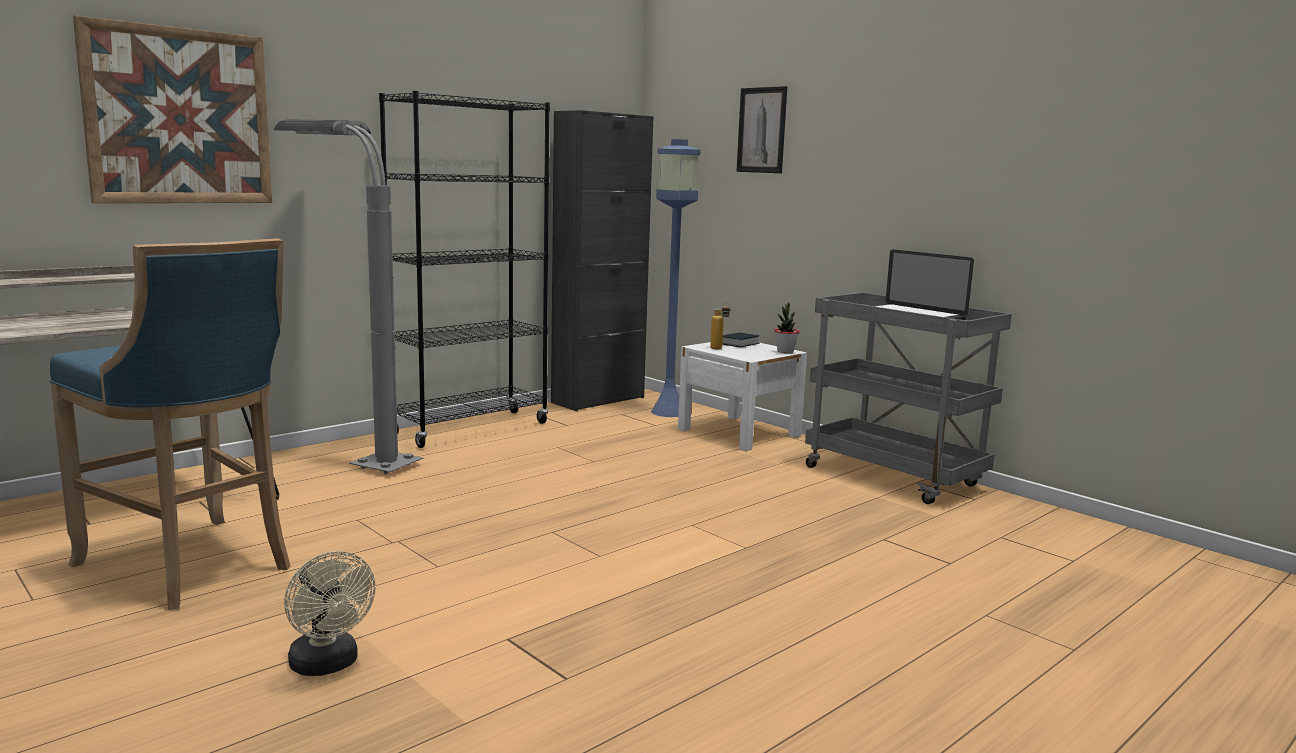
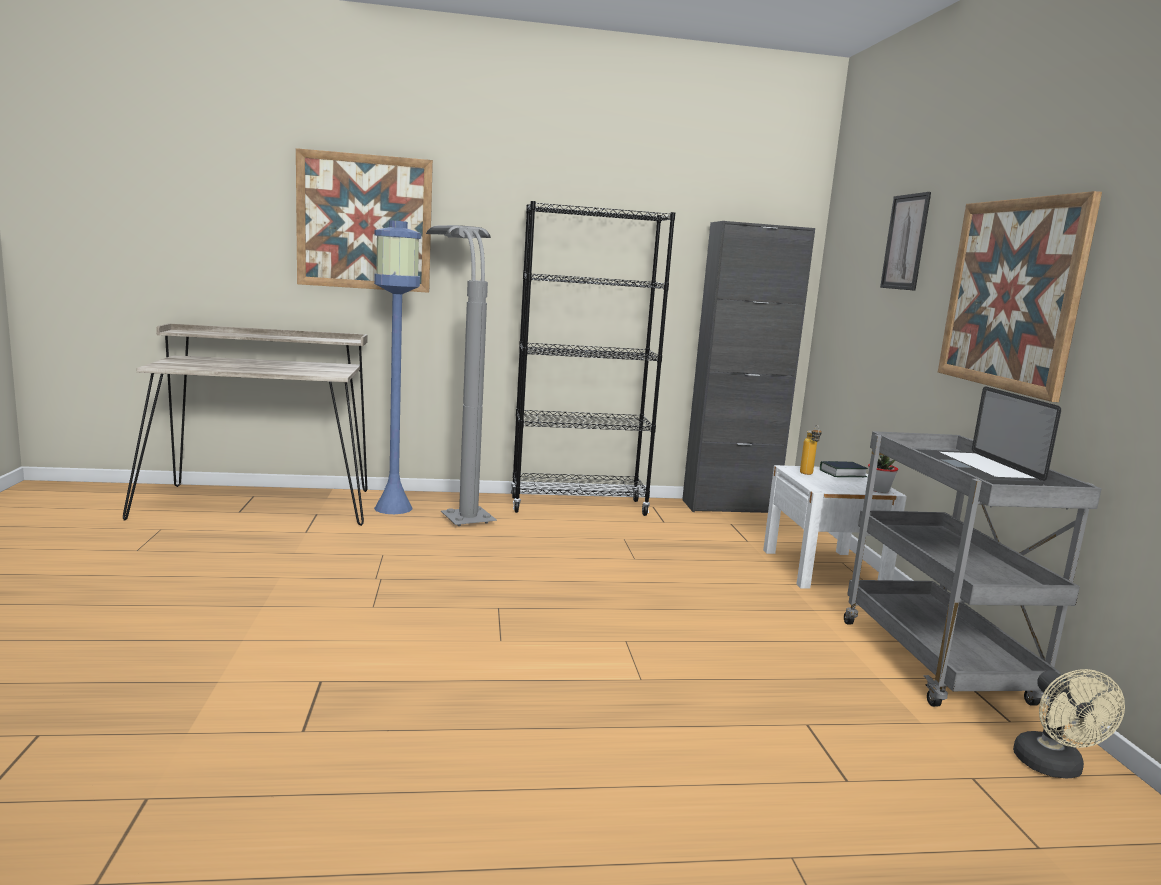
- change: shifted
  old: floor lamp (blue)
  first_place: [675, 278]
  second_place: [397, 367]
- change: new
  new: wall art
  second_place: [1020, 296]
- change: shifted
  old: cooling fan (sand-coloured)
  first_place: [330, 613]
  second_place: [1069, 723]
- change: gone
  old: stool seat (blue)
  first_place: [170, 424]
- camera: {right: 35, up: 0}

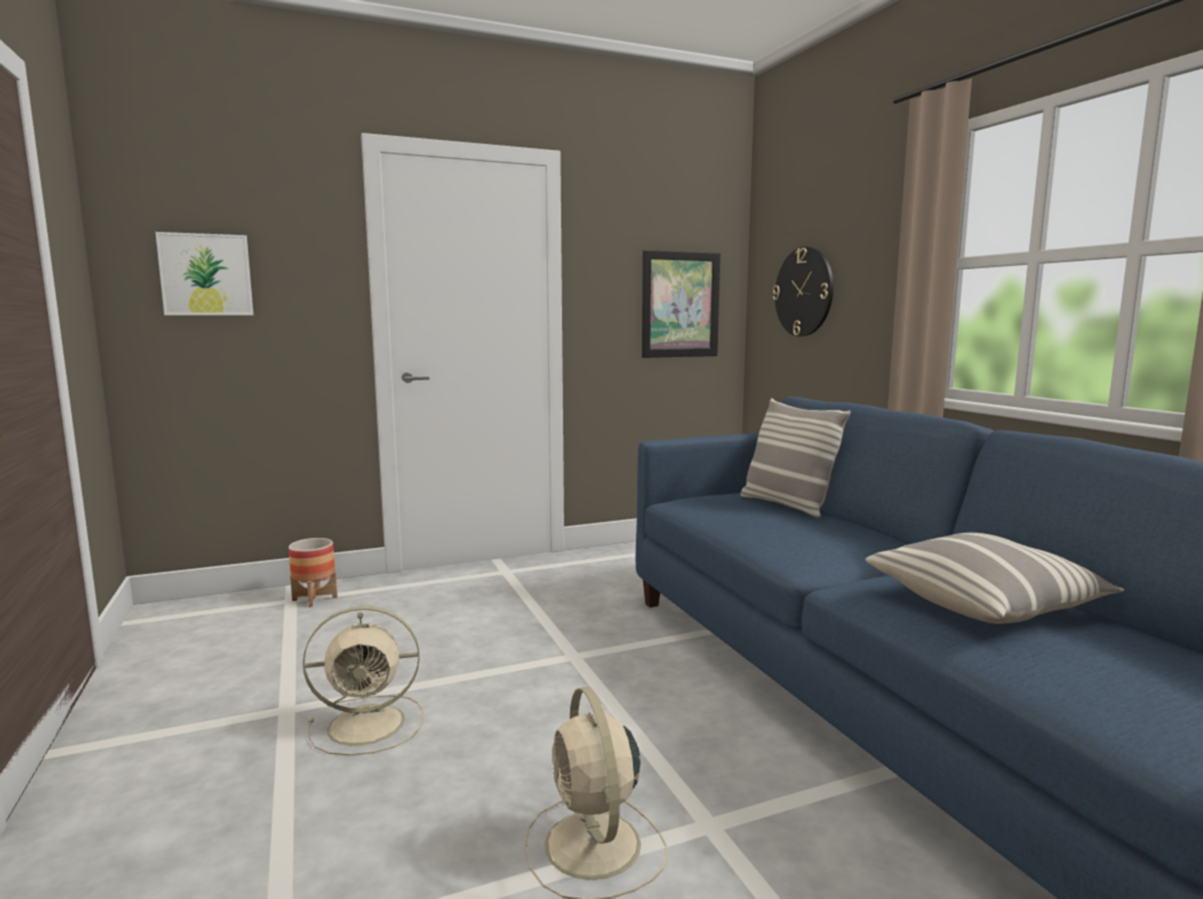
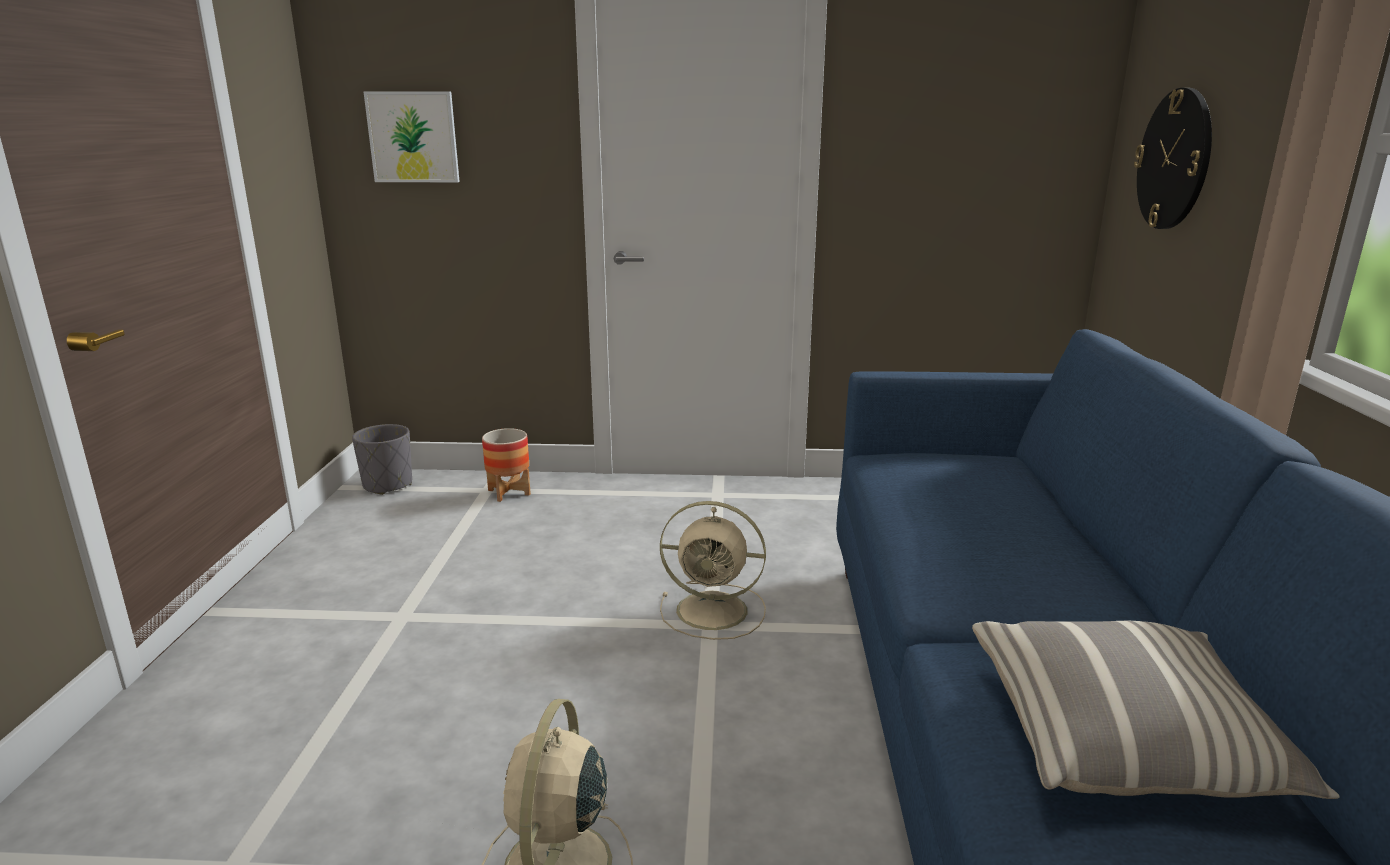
- change: new
  new: planter (grey)
  second_place: [382, 459]
- change: shifted
  old: cooling fan (sand-coloured)
  first_place: [363, 681]
  second_place: [713, 570]
- change: gone
  old: wall art
  first_place: [681, 304]
- change: gone
  old: cushion
  first_place: [795, 458]
- camera: {right: 25, up: 10}

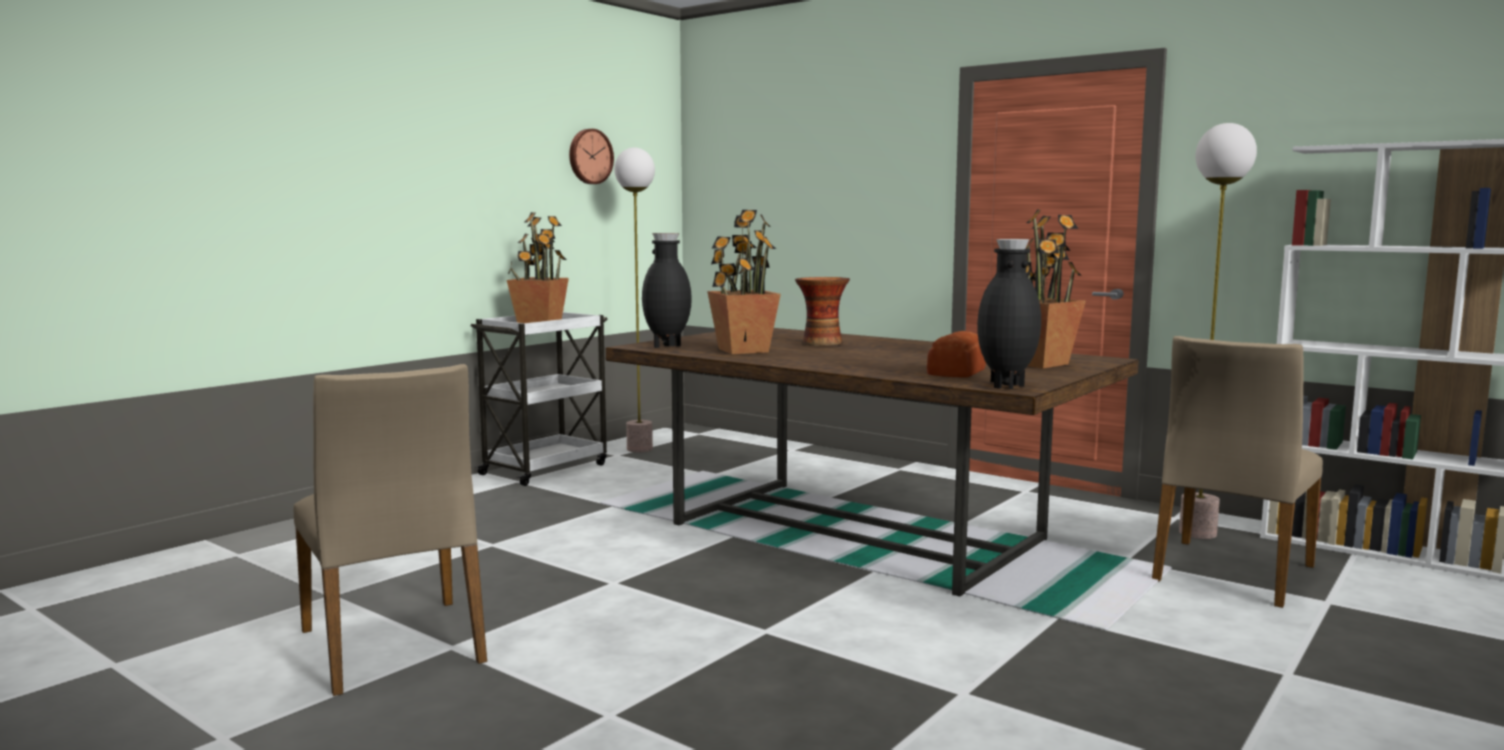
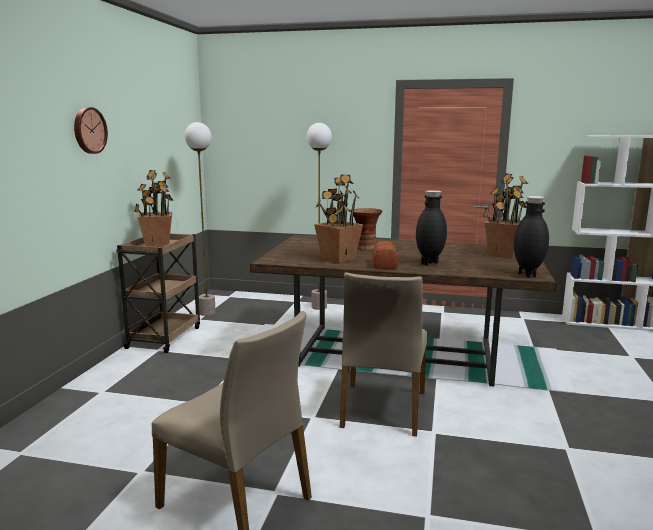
- change: shifted
  old: hanging clock
  first_place: [591, 156]
  second_place: [91, 130]
- change: repainted
  old: cart (white)
  new: cart (brownish)
  first_place: [539, 399]
  second_place: [158, 293]
- change: shifted
  old: floor lamp
  first_place: [1218, 331]
  second_place: [319, 216]
- change: shifted
  old: plain chair (sand-coloured)
  first_place: [1237, 472]
  second_place: [383, 354]
- change: shifted
  old: bread
  first_place: [956, 354]
  second_place: [385, 255]
- change: shifted
  old: vase (black)
  first_place: [667, 290]
  second_place: [431, 227]
- camera: {right: -25, up: 5}

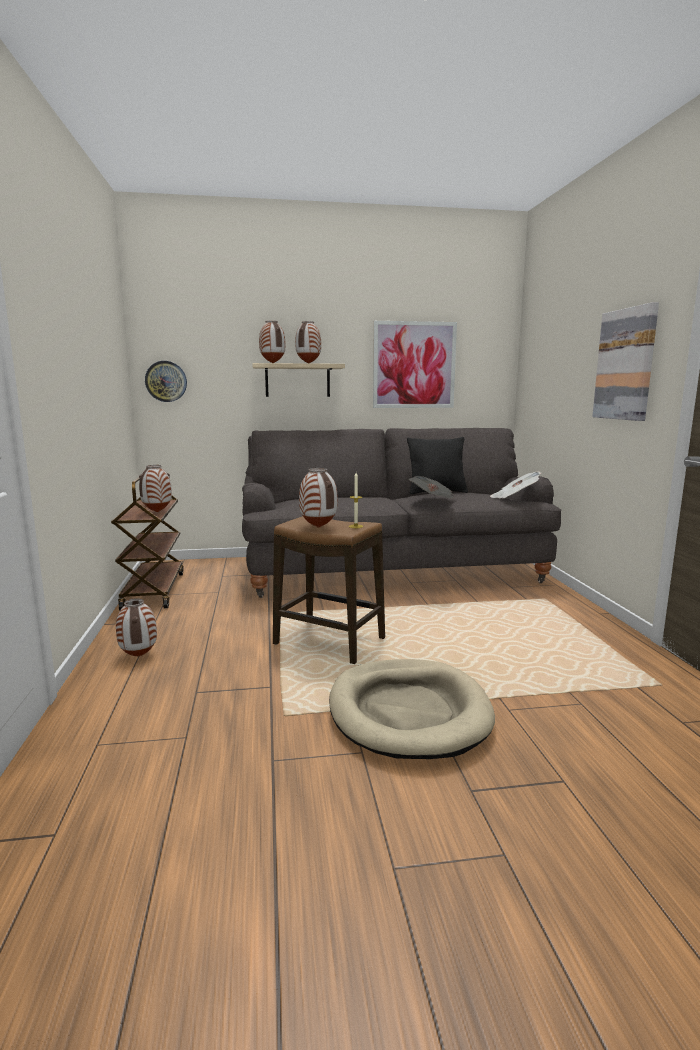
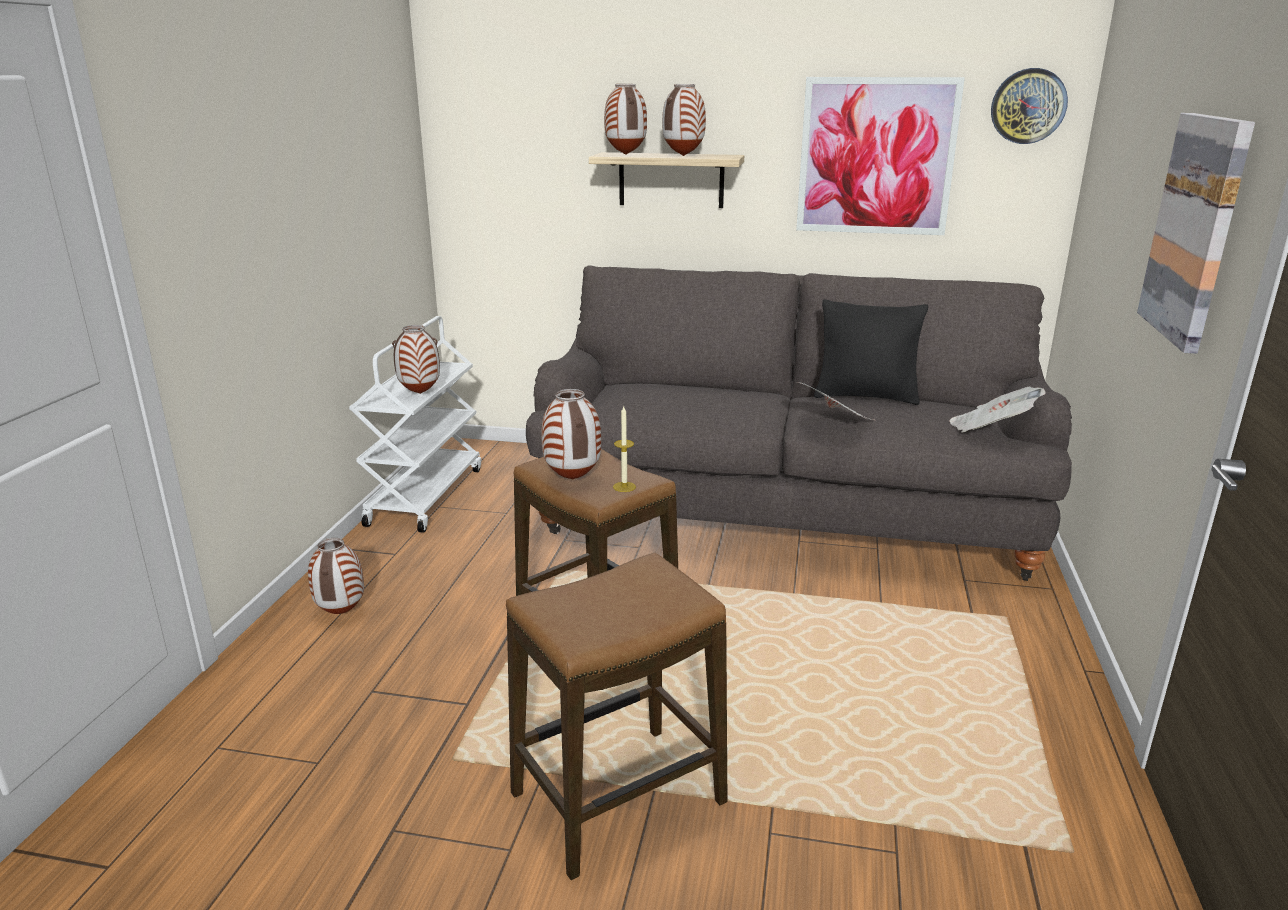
- change: repainted
  old: cart (brownish)
  new: cart (white)
  first_place: [147, 543]
  second_place: [415, 424]
- change: swapped
  old: pet bed (sand-coloured)
  new: stool seat
  first_place: [412, 709]
  second_place: [616, 716]
- change: shifted
  old: hanging clock
  first_place: [166, 381]
  second_place: [1029, 106]
- camera: {right: 20, up: 10}

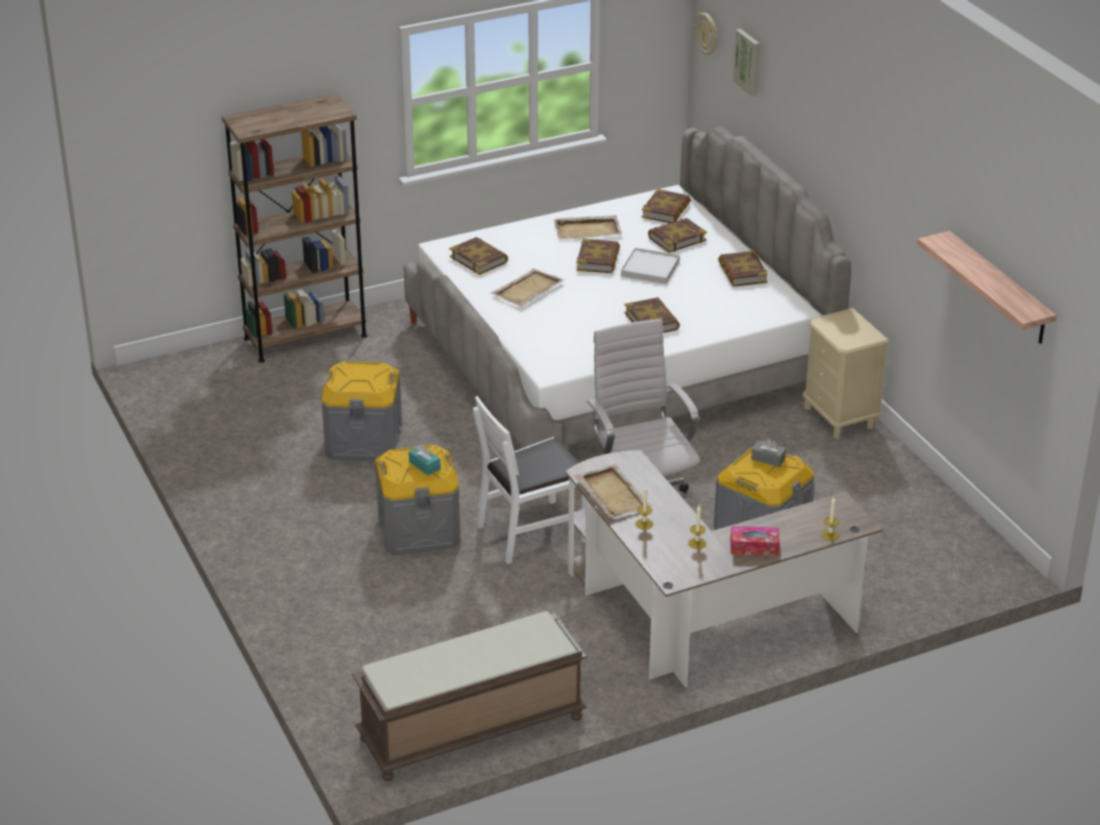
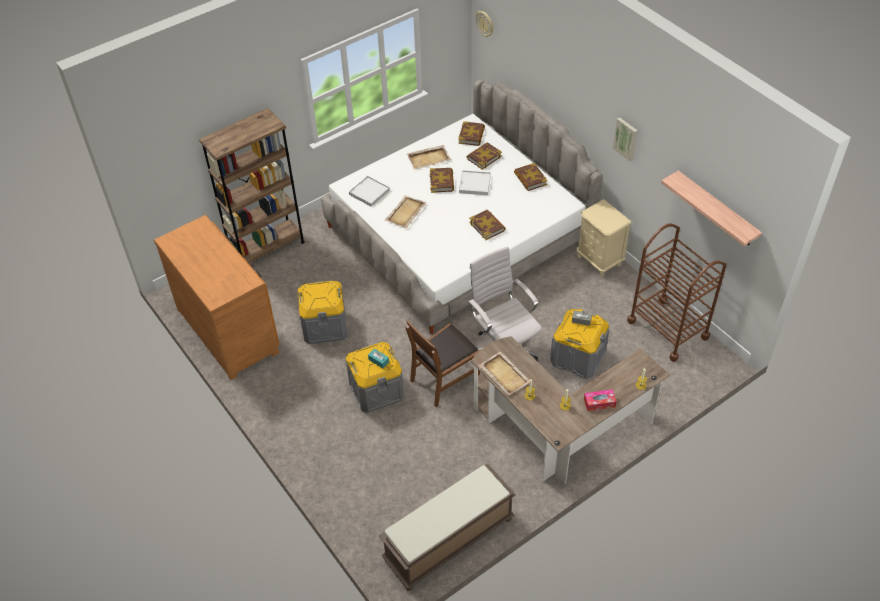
- change: new
  new: chest of drawers (brownish)
  second_place: [216, 297]
- change: swapped
  old: book
  new: carrying tray (white)
  first_place: [478, 256]
  second_place: [369, 191]
- change: repainted
  old: plain chair (white)
  new: plain chair (brownish)
  first_place: [529, 480]
  second_place: [443, 363]
- change: shifted
  old: wall art
  first_place: [746, 62]
  second_place: [625, 139]
- change: new
  new: cart (brownish)
  second_place: [677, 292]
- camera: {right: -10, up: 15}

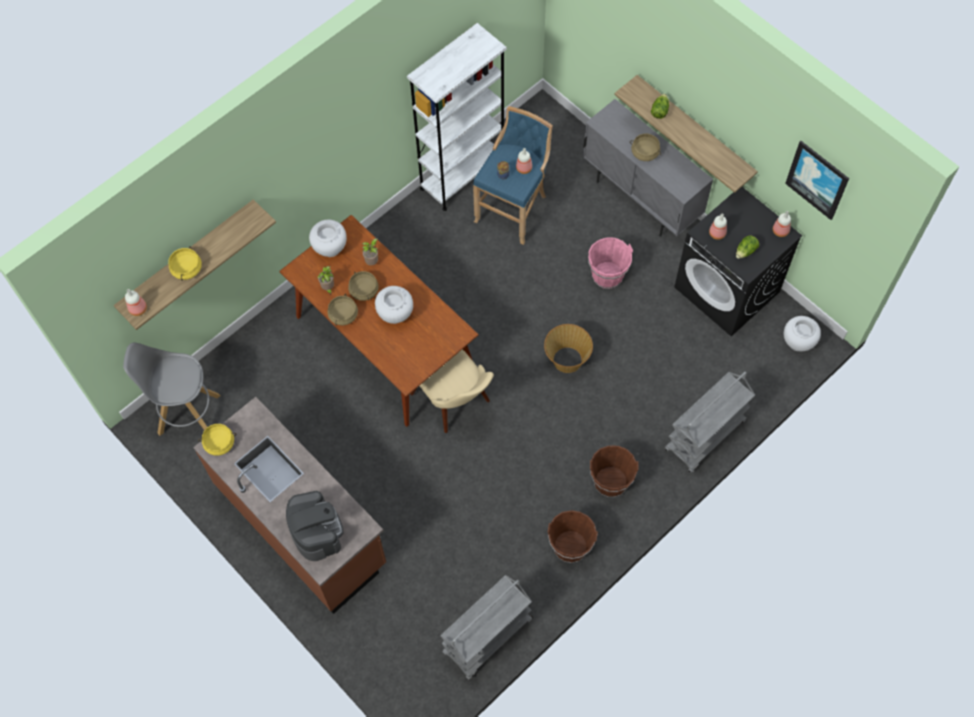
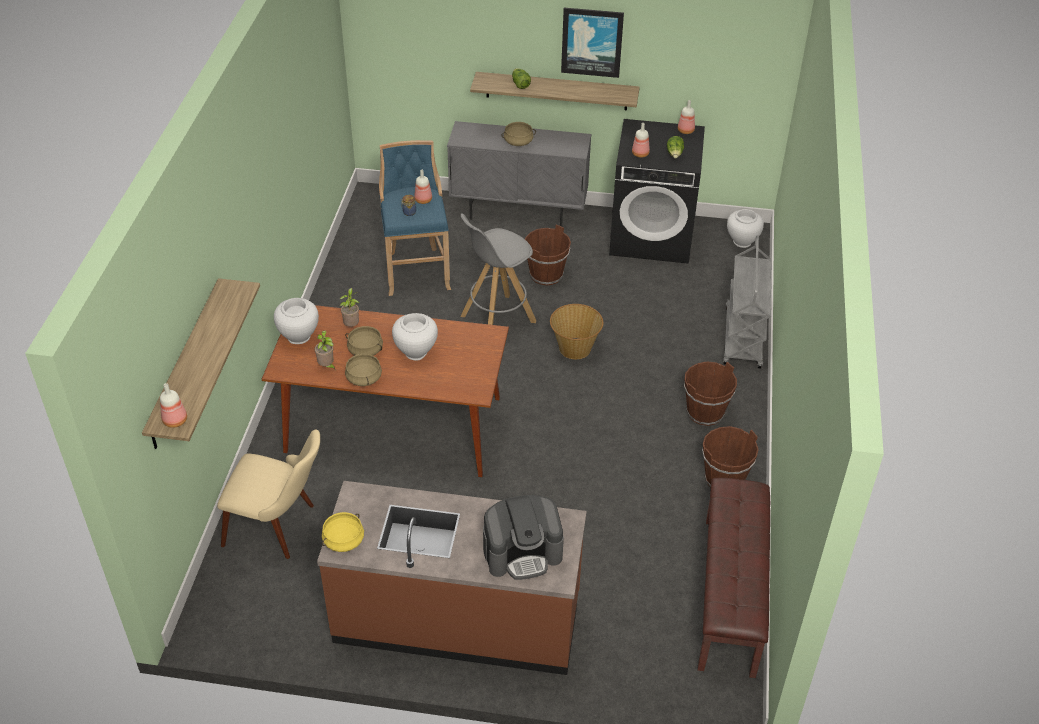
- change: shifted
  old: plain chair (sand-coloured)
  first_place: [452, 391]
  second_place: [268, 494]
- change: shifted
  old: stool seat (grey)
  first_place: [171, 389]
  second_place: [498, 269]
- change: rotated
  old: coffee machine
  first_place: [314, 526]
  second_place: [523, 537]
  degrees: 135
- change: repainted
  old: pail (pink-coloured)
  new: pail (brownish)
  first_place: [610, 263]
  second_place: [548, 255]
- change: shifted
  old: wall art
  first_place: [817, 180]
  second_place: [592, 43]
- change: swapped
  old: cart (grey)
  new: bench (brownish)
  first_place: [487, 627]
  second_place: [734, 578]
- change: gone
  old: saucepot (yellow-coloured)
  first_place: [185, 263]
- change: gone
  old: bookshelf (white)
  first_place: [457, 117]
- camera: {right: -40, up: -20}

